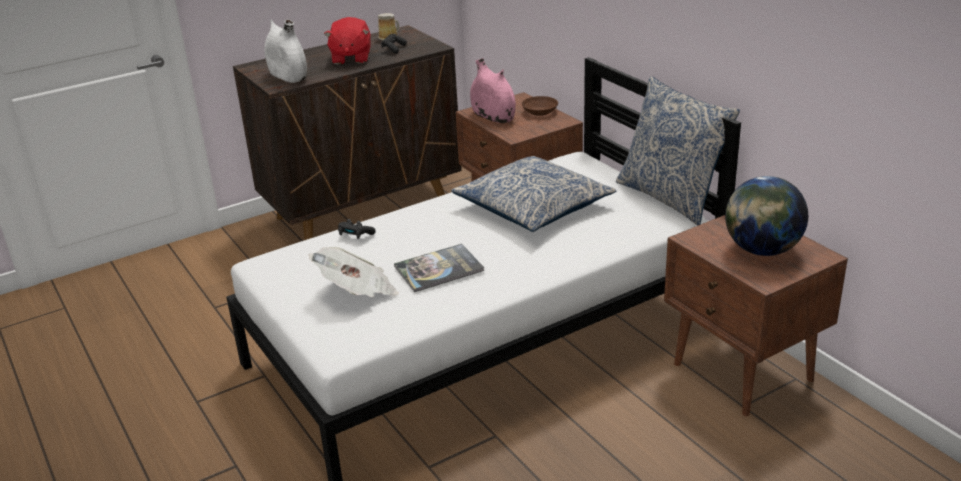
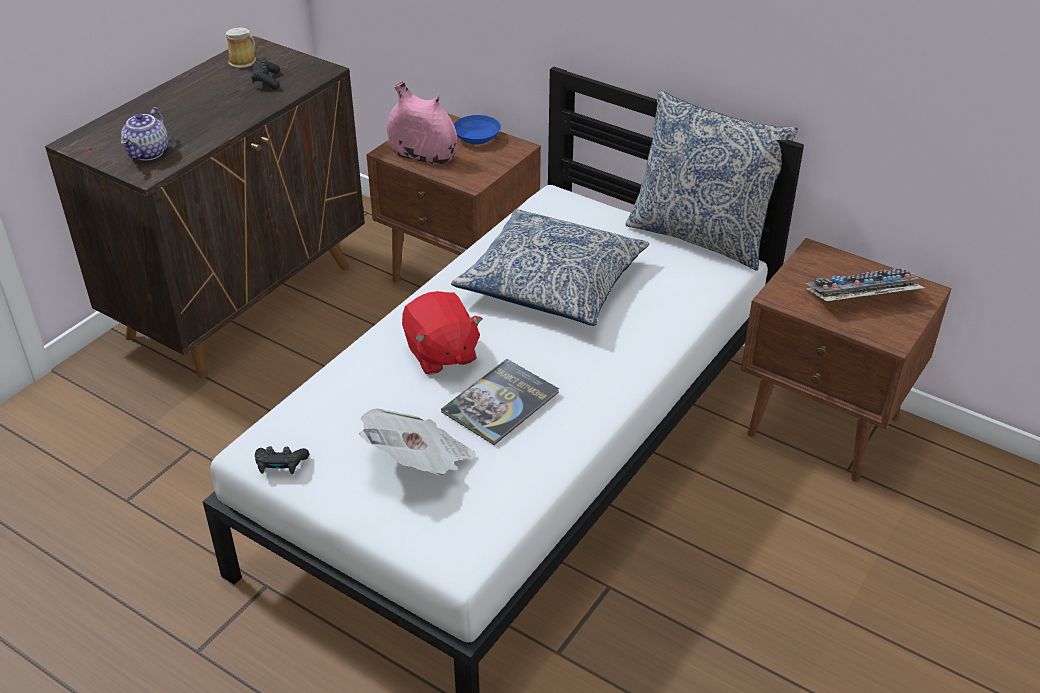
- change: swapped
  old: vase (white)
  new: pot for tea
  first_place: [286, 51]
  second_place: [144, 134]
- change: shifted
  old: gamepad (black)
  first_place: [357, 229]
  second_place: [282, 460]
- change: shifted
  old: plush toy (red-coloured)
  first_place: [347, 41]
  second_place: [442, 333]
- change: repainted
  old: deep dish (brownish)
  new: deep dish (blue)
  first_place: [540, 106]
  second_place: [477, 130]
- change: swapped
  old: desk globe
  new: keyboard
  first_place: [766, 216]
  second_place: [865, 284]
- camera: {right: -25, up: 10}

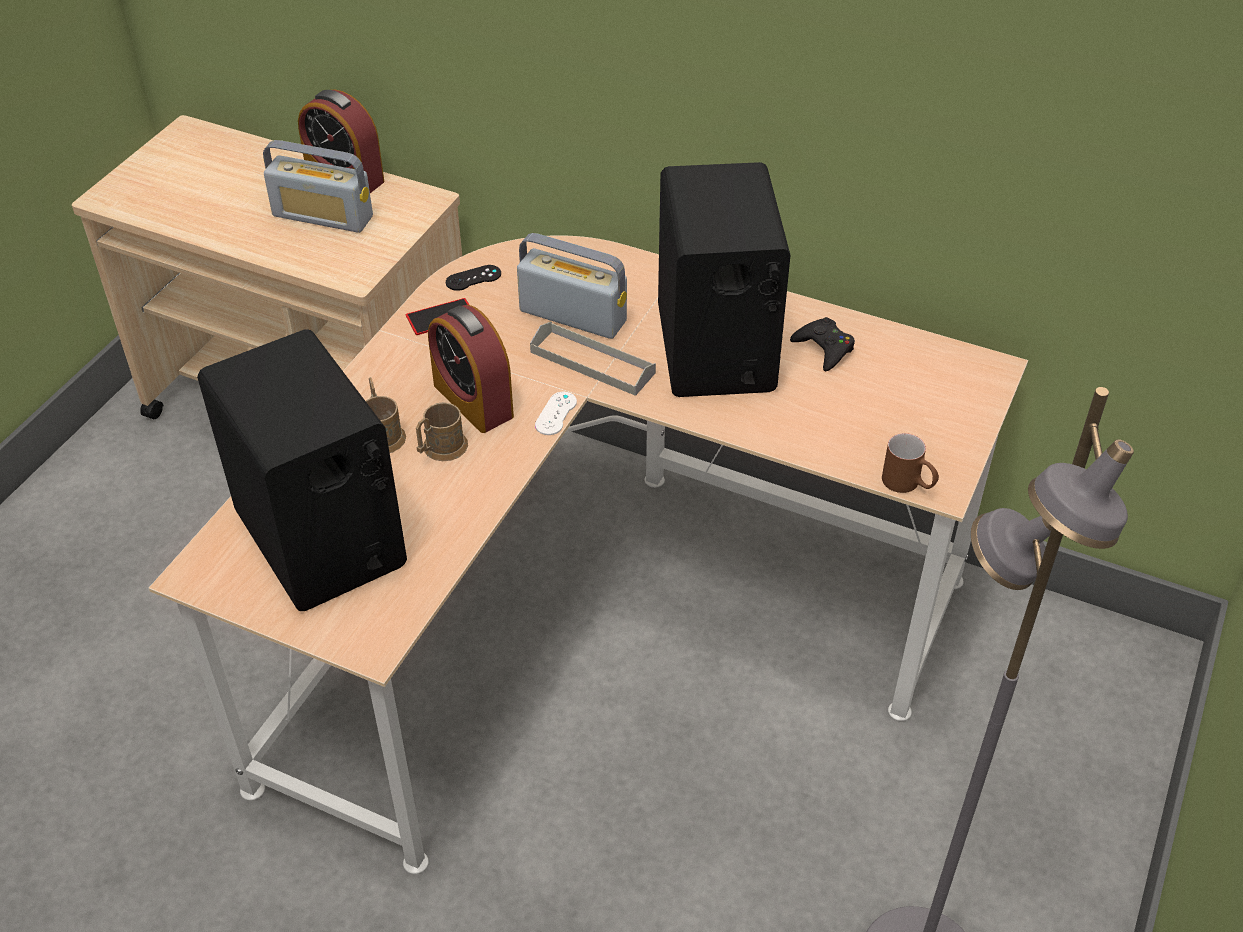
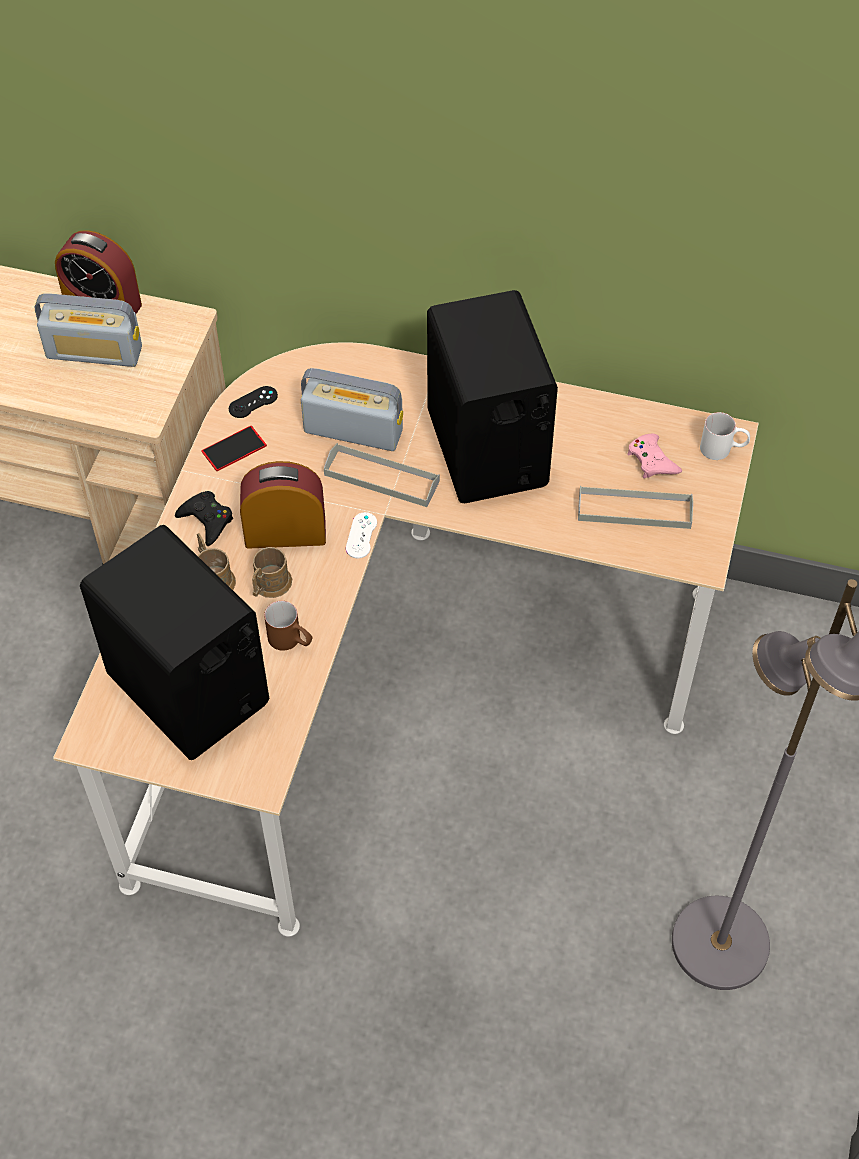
- change: shifted
  old: gamepad (black)
  first_place: [822, 344]
  second_place: [204, 518]
- change: rotated
  old: bedside clock
  first_place: [471, 369]
  second_place: [283, 505]
  degrees: 135
- change: shifted
  old: tea mug (brownish)
  first_place: [910, 463]
  second_place: [288, 626]
- change: new
  new: carrying tray (grey)
  second_place: [635, 507]
- change: new
  new: gamepad (pink-coloured)
  second_place: [654, 455]
- change: new
  new: tea mug (white)
  second_place: [725, 436]
- camera: {right: -10, up: 10}

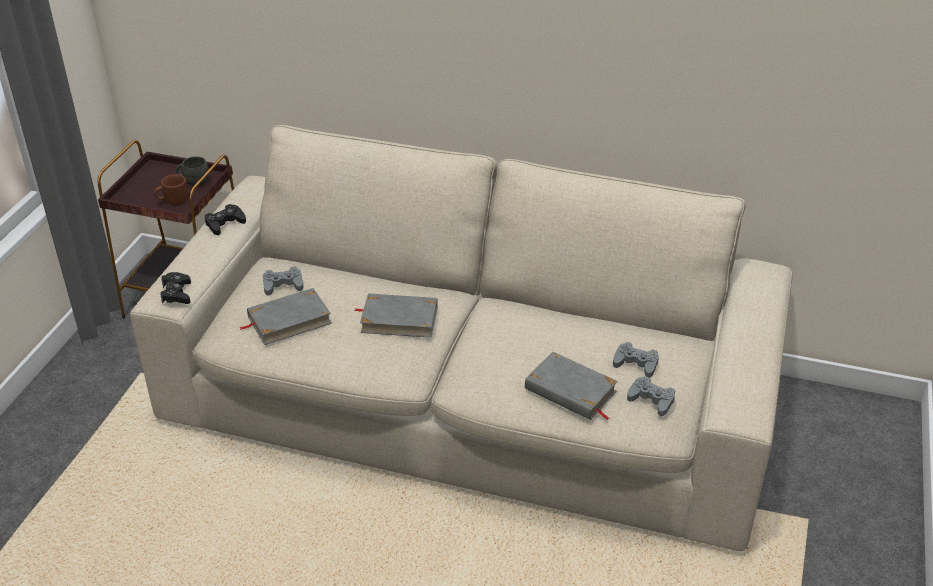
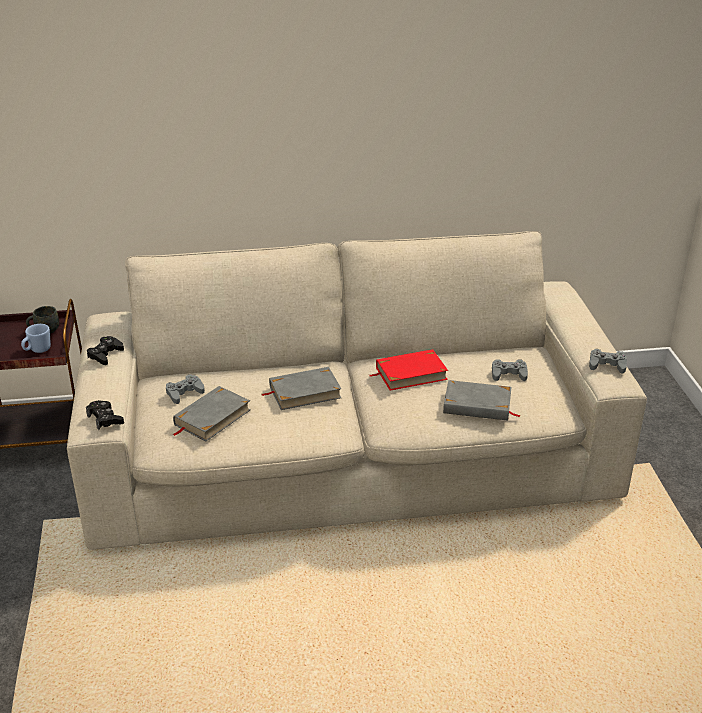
- change: repainted
  old: tea mug (brownish)
  new: tea mug (blue)
  first_place: [170, 189]
  second_place: [36, 338]
- change: new
  new: book (red-coloured)
  second_place: [408, 369]
- change: shifted
  old: gamepad (grey)
  first_place: [651, 396]
  second_place: [608, 361]
- camera: {right: -25, up: -5}

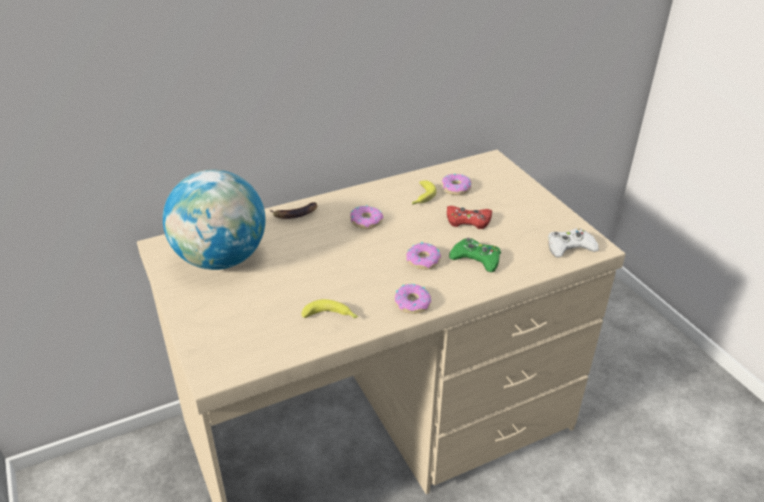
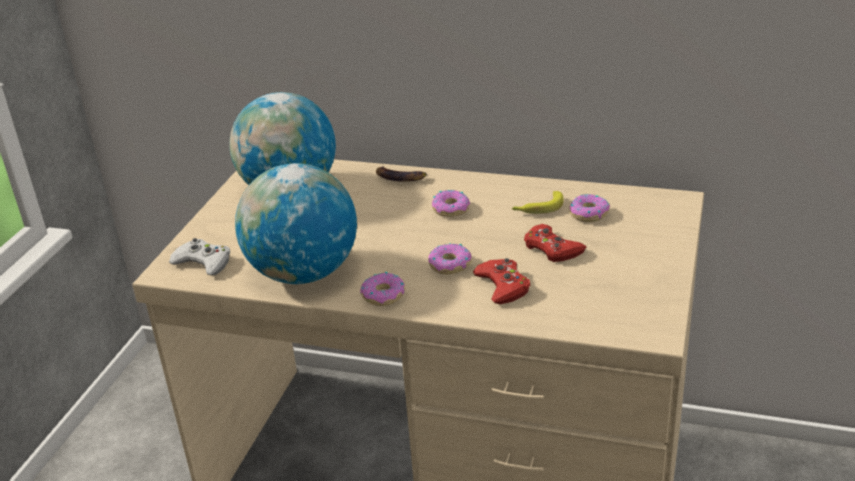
- change: shifted
  old: gamepad (white)
  first_place: [573, 243]
  second_place: [199, 256]
- change: swapped
  old: banana
  new: desk globe
  first_place: [330, 308]
  second_place: [296, 223]
- change: repainted
  old: gamepad (green)
  new: gamepad (red-coloured)
  first_place: [475, 255]
  second_place: [502, 281]
- camera: {right: 45, up: -5}

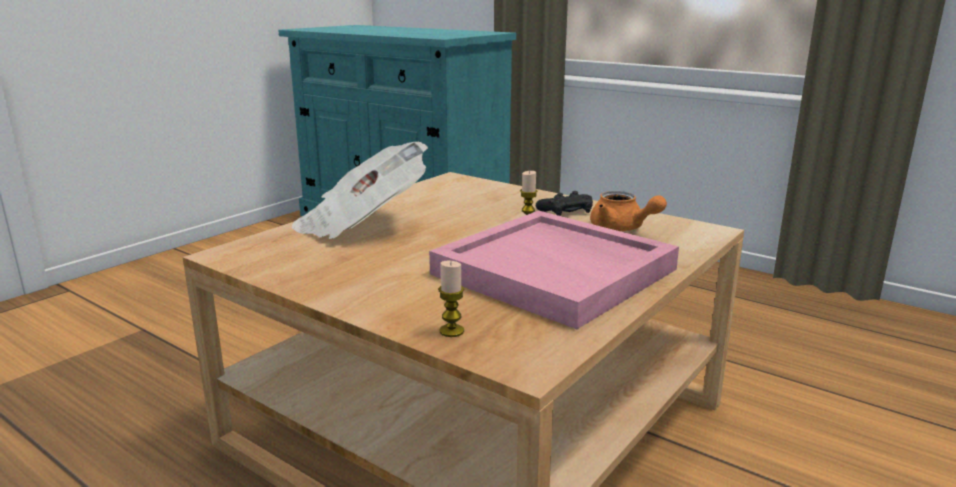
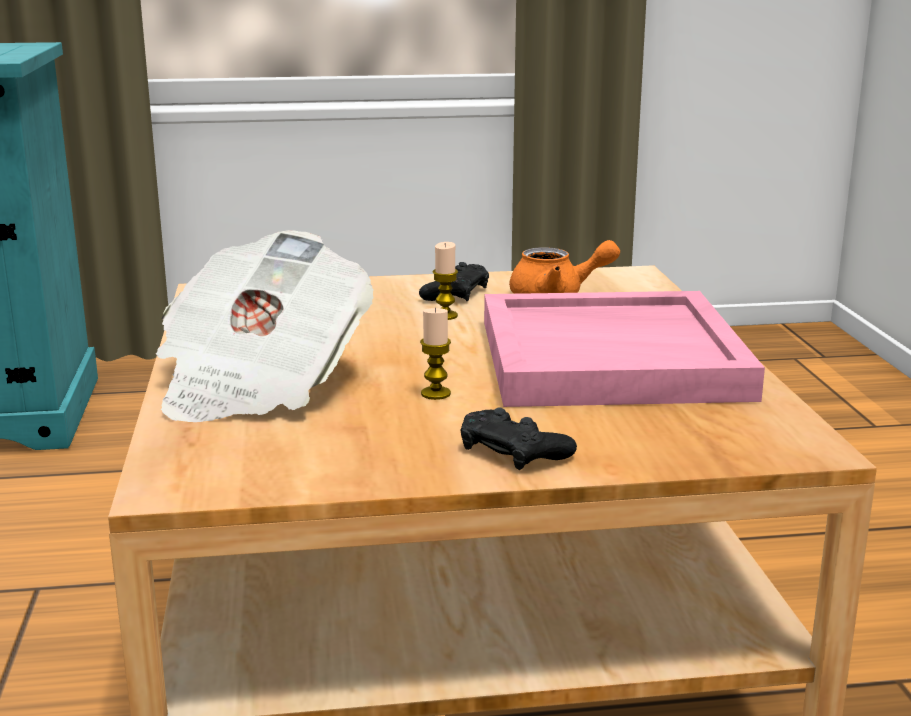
- change: shifted
  old: candle
  first_place: [451, 299]
  second_place: [435, 354]
- change: new
  new: gamepad (black)
  second_place: [518, 439]
- camera: {right: -45, up: 0}

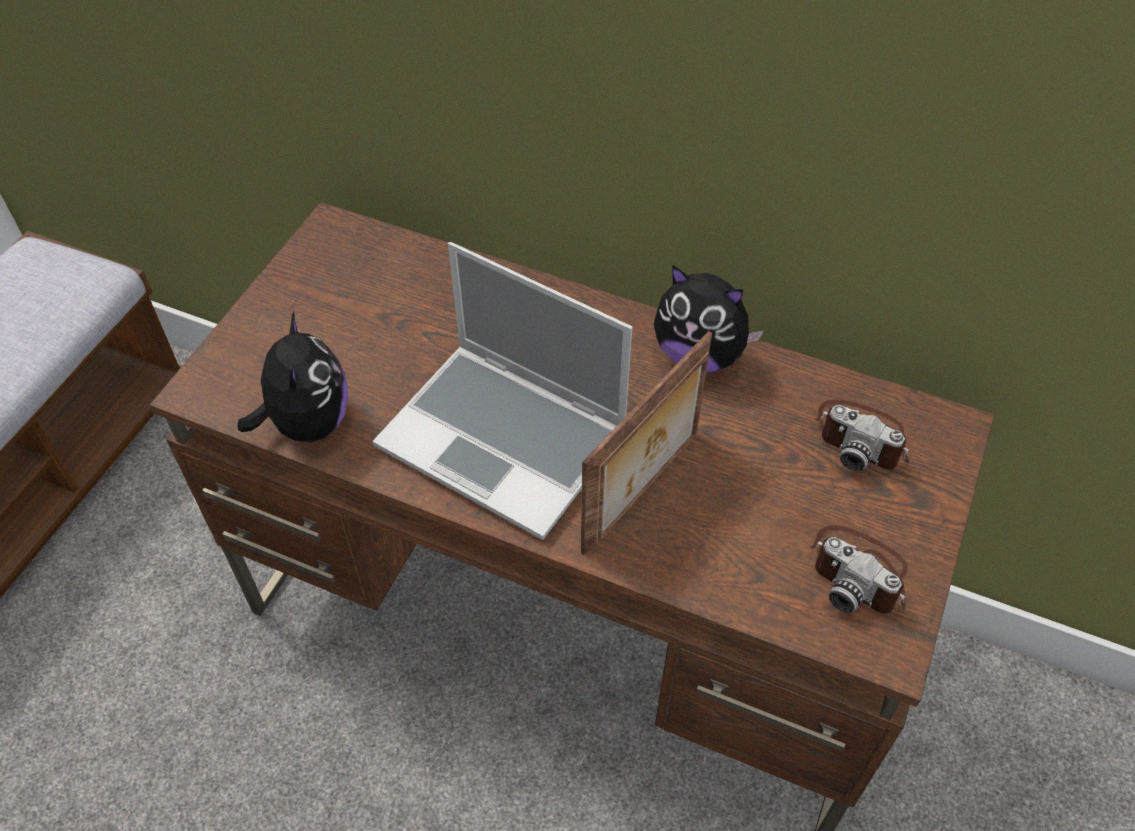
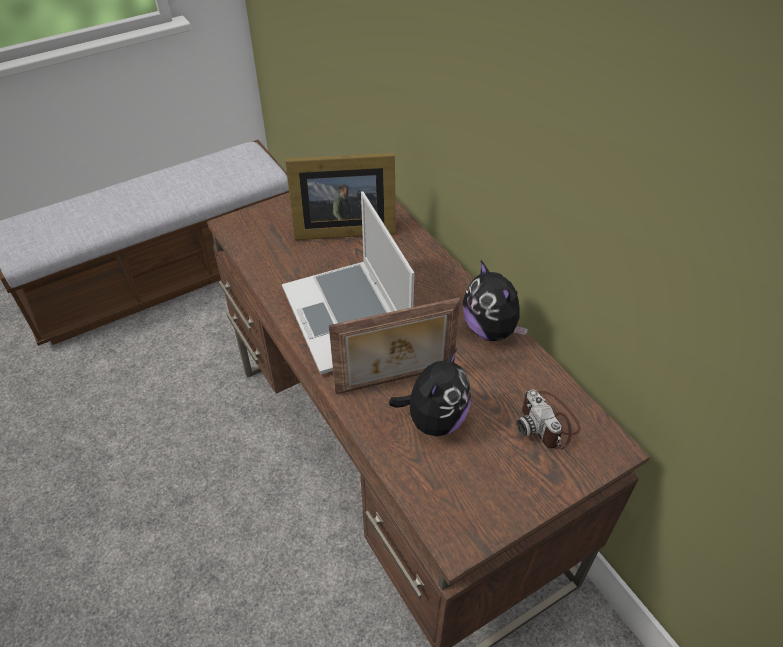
- change: new
  new: standing frame
  second_place: [340, 196]
- change: shifted
  old: plush toy
  first_place: [292, 377]
  second_place: [430, 392]
- change: gone
  old: photo camera
  first_place: [858, 569]
- camera: {right: 35, up: -5}

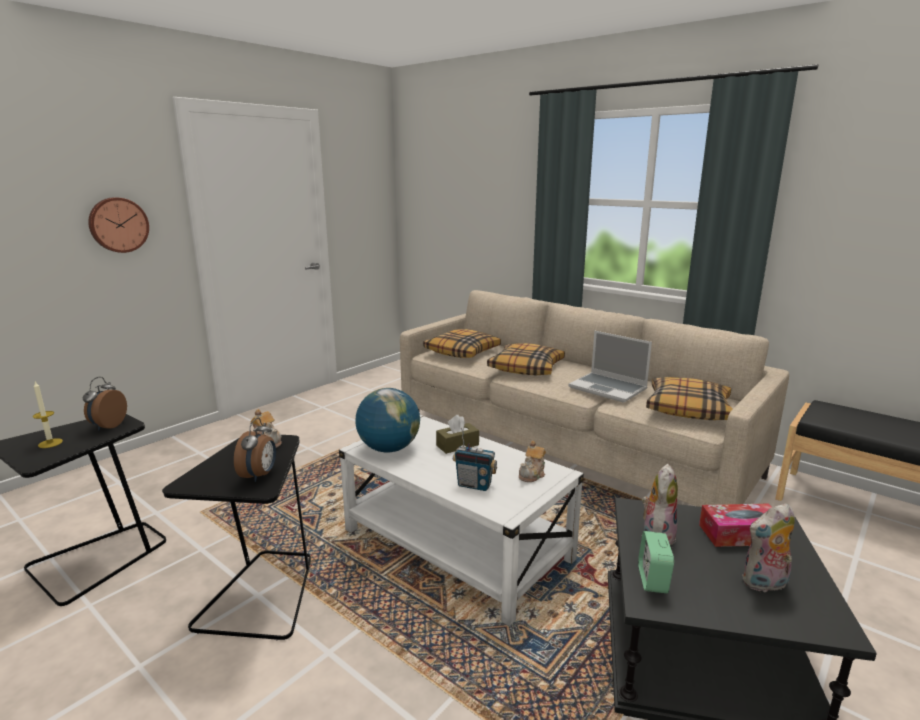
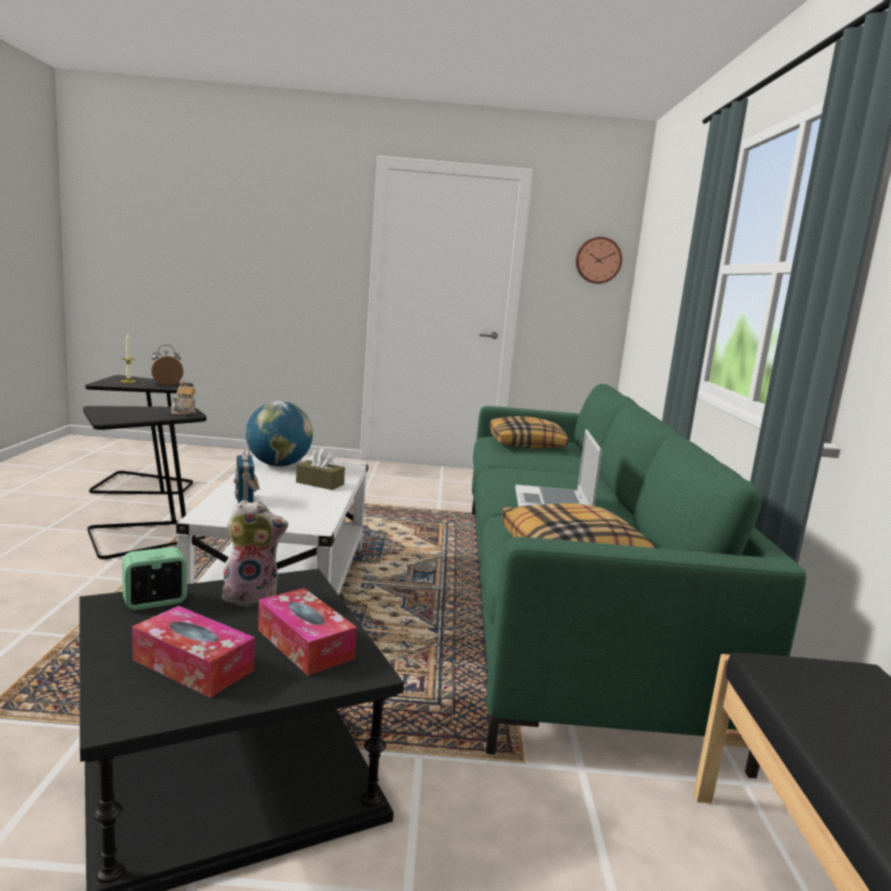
- change: swapped
  old: plush toy
  new: tissue holder
  first_place: [768, 548]
  second_place: [193, 652]
- change: repainted
  old: couch (sand-coloured)
  new: couch (green)
  first_place: [594, 398]
  second_place: [639, 581]
- change: shifted
  old: hanging clock
  first_place: [118, 225]
  second_place: [599, 260]
- change: gone
  old: bedside clock
  first_place: [255, 449]
- change: gone
  old: cushion
  first_place: [526, 359]
- change: gone
  old: pot for tea
  first_place: [532, 461]
- camera: {right: 50, up: -5}

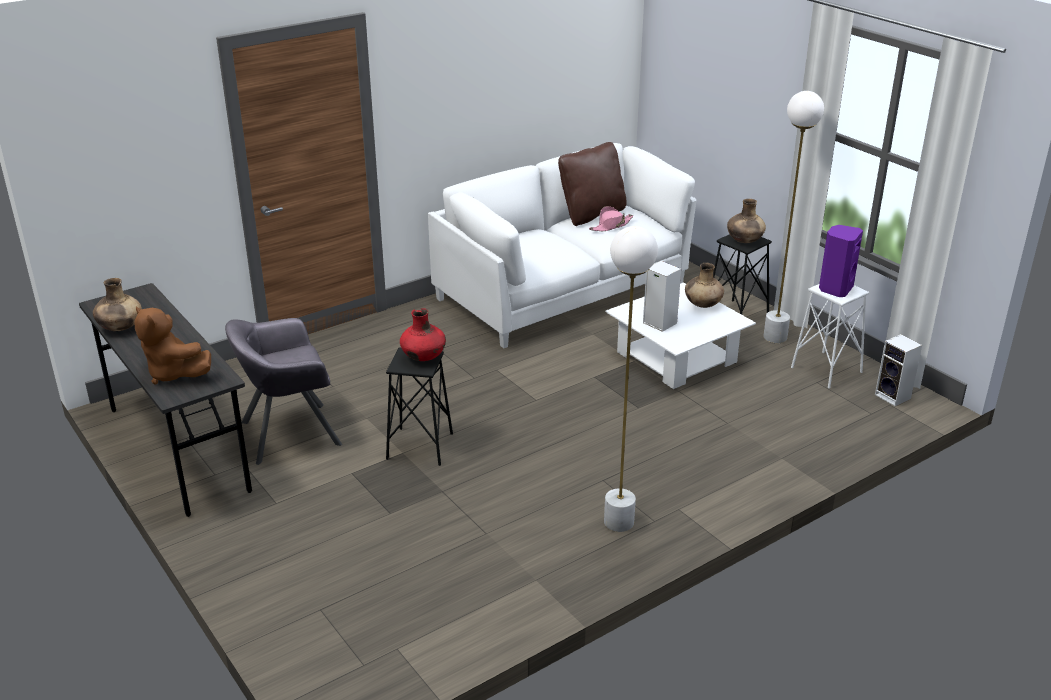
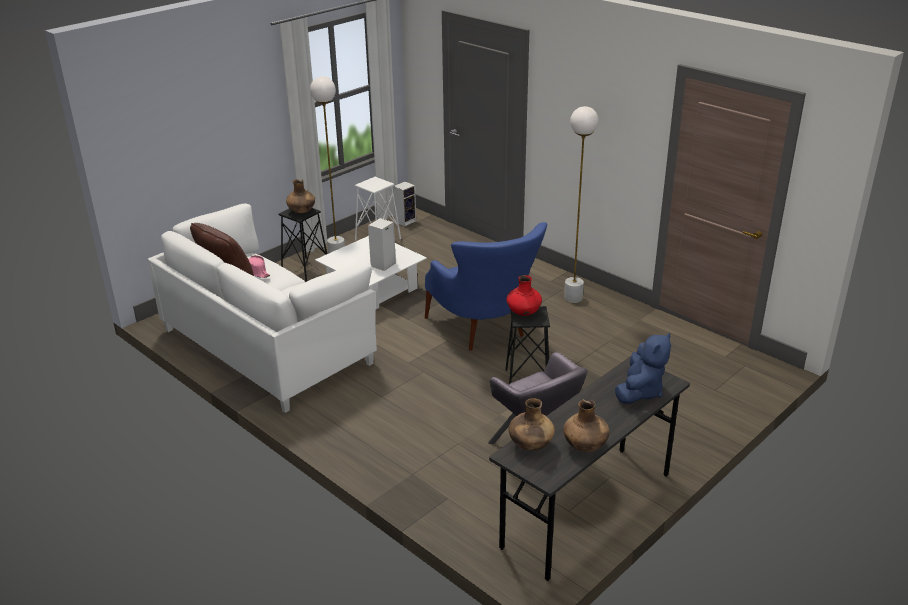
- change: new
  new: easy chair (blue)
  second_place: [486, 286]
- change: shifted
  old: vase (brownish)
  first_place: [704, 285]
  second_place: [532, 424]
- change: repainted
  old: plush toy (brownish)
  new: plush toy (blue)
  first_place: [172, 345]
  second_place: [643, 368]
- change: gone
  old: loudspeaker (purple-coloured)
  first_place: [841, 261]
- camera: {right: -100, up: 0}

